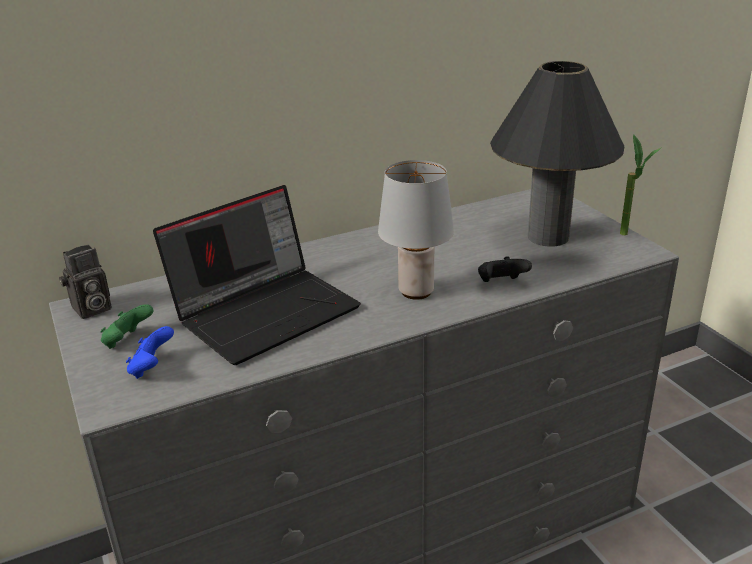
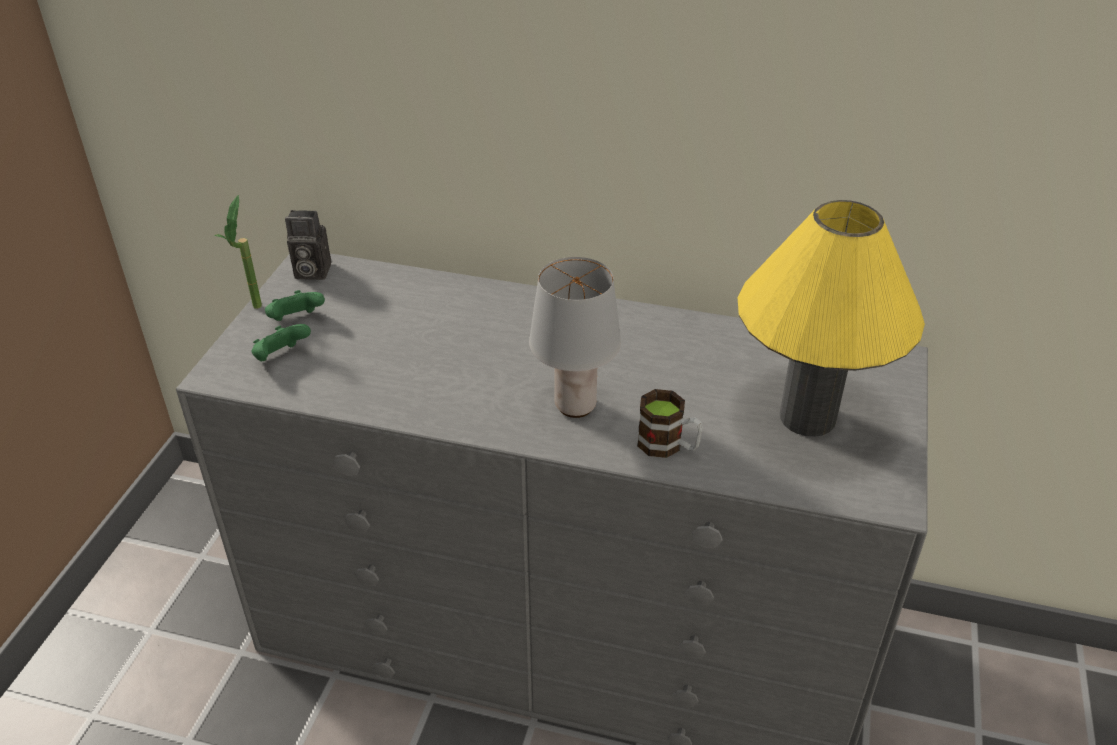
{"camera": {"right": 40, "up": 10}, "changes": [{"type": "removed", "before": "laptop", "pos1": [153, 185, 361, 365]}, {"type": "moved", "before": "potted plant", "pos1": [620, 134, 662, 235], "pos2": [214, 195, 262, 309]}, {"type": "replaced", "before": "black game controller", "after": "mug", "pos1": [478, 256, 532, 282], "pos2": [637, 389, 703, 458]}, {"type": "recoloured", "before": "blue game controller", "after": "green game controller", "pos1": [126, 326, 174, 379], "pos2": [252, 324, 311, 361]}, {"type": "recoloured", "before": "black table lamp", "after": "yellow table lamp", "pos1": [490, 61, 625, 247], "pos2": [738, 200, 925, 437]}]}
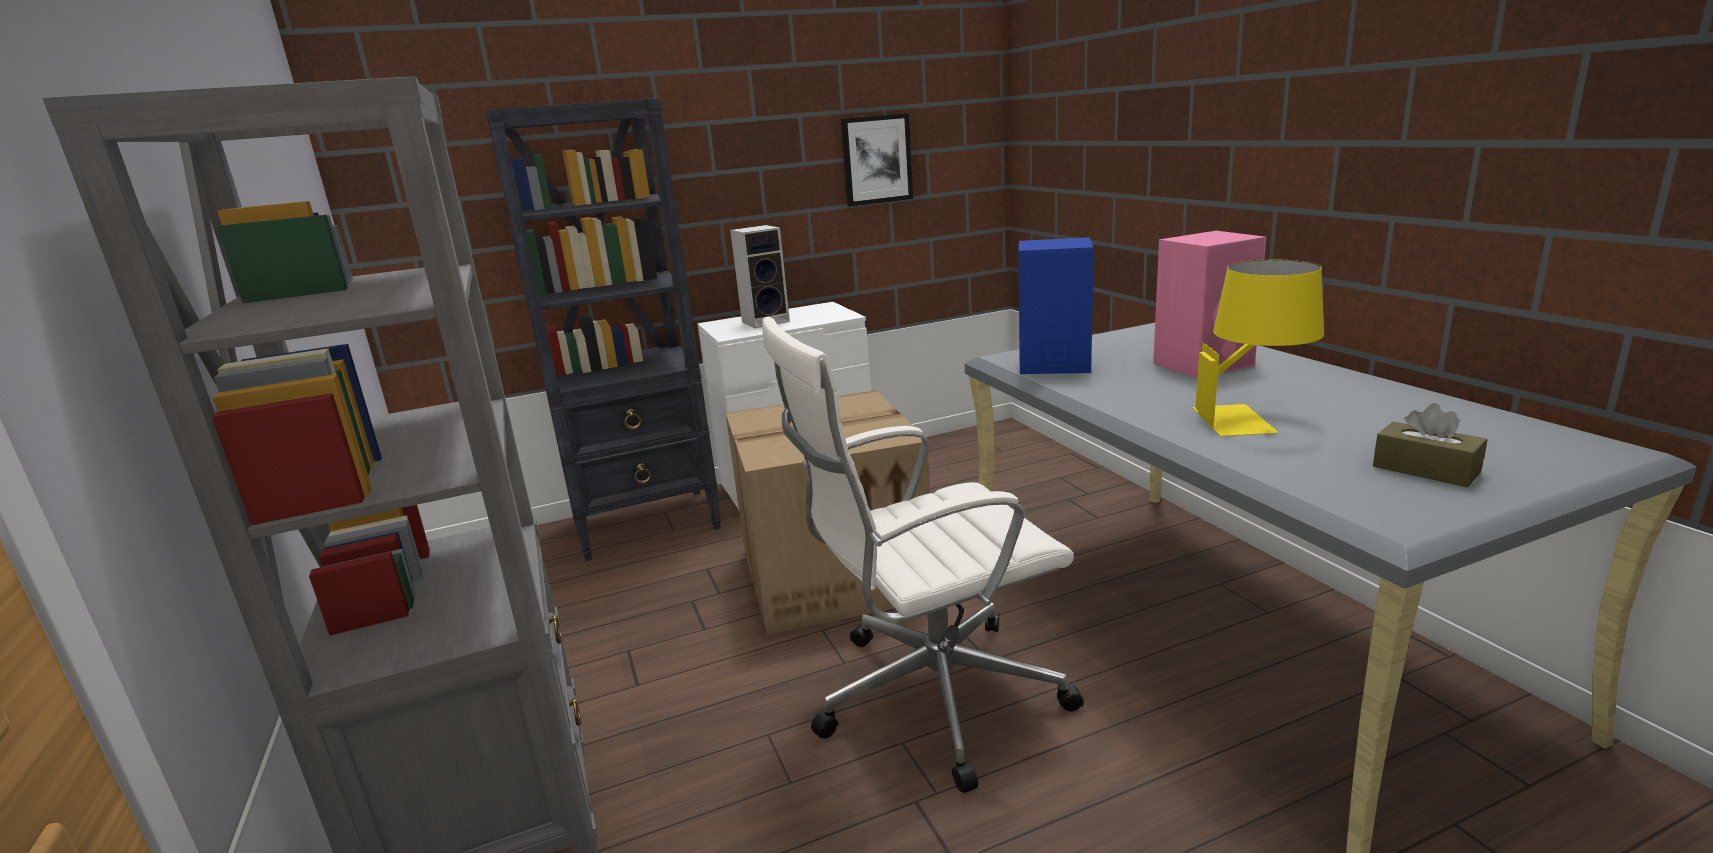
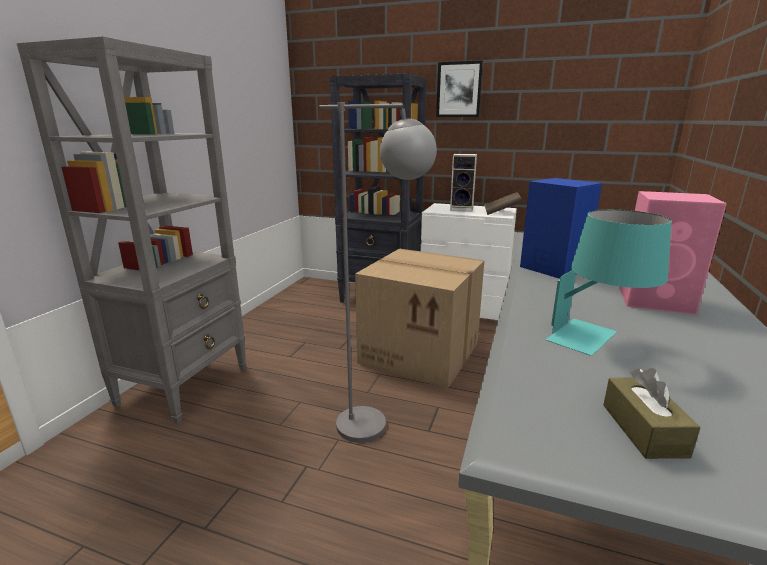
{"camera": {"right": 40, "up": 0}, "changes": [{"type": "added", "after": "brown book", "pos2": [484, 192, 522, 215]}, {"type": "moved", "before": "picture", "pos1": [841, 113, 913, 207], "pos2": [436, 60, 483, 117]}, {"type": "replaced", "before": "white office chair", "after": "grey floor lamp", "pos1": [762, 317, 1084, 793], "pos2": [320, 102, 437, 442]}, {"type": "recoloured", "before": "yellow table lamp", "after": "turquoise table lamp", "pos1": [1193, 260, 1324, 436], "pos2": [546, 210, 672, 356]}]}
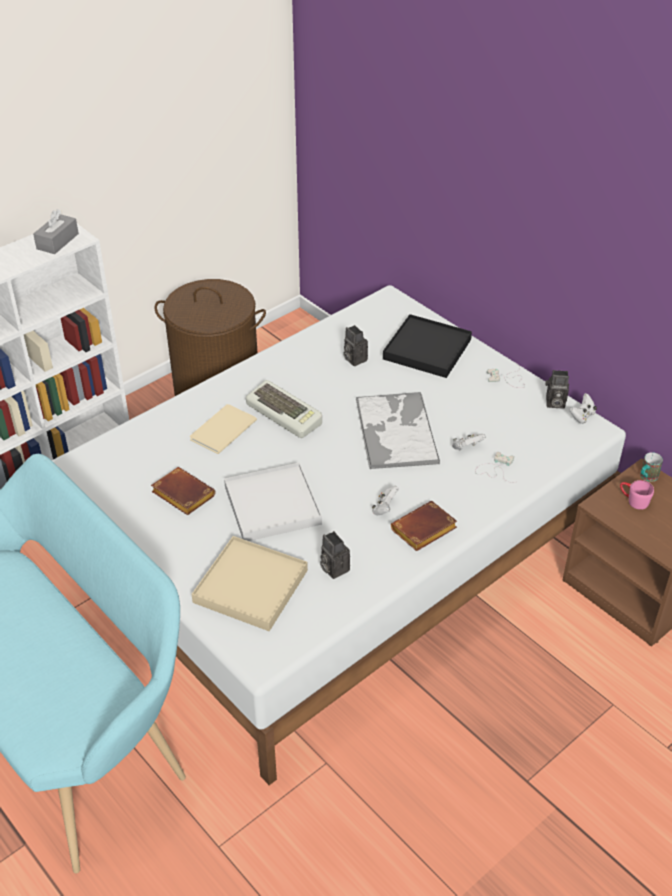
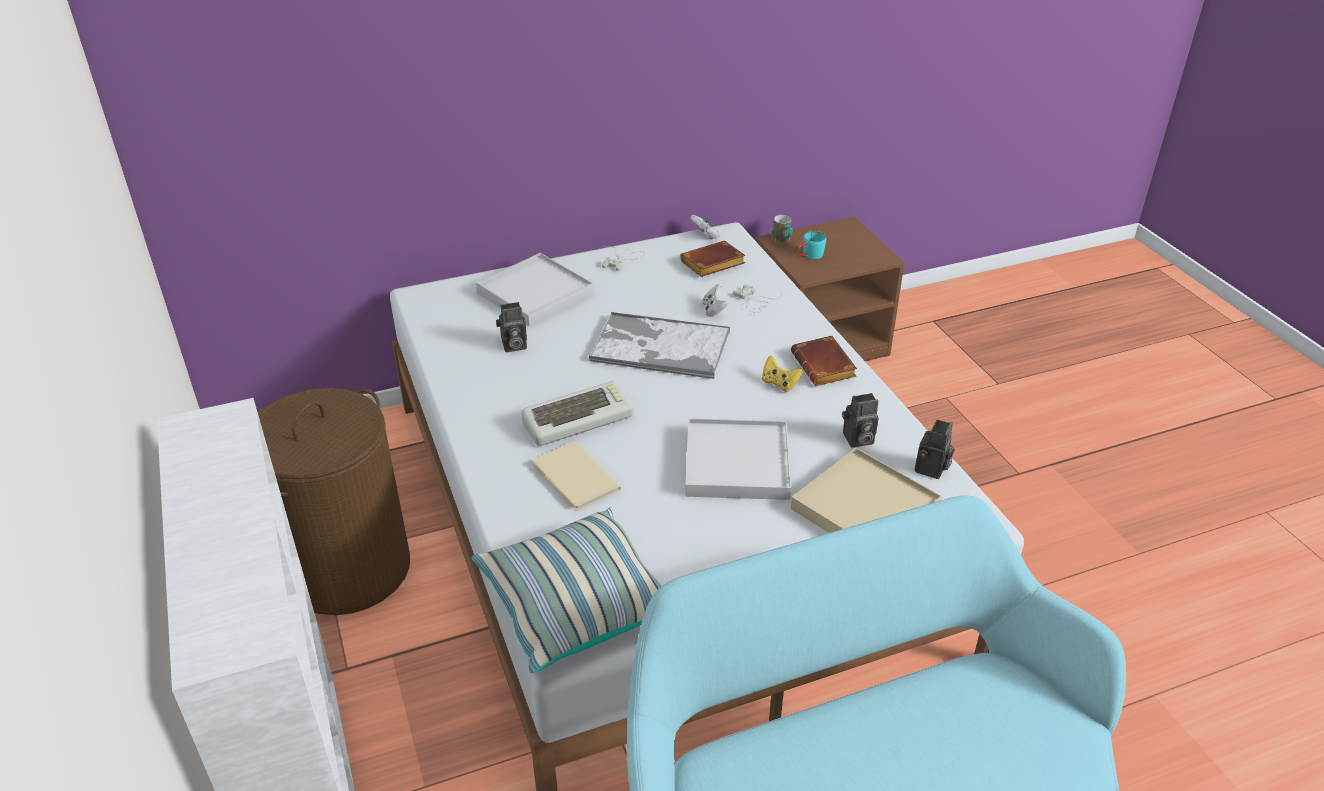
{"camera": {"right": -70, "up": -5}, "changes": [{"type": "removed", "before": "grey tissue box", "pos1": [33, 209, 79, 254]}, {"type": "added", "after": "pillow", "pos2": [472, 507, 661, 673]}, {"type": "moved", "before": "brown book", "pos1": [151, 467, 216, 515], "pos2": [680, 241, 745, 277]}, {"type": "moved", "before": "photo camera", "pos1": [545, 370, 569, 409], "pos2": [915, 420, 955, 479]}, {"type": "recoloured", "before": "white game controller", "after": "yellow game controller", "pos1": [372, 486, 399, 515], "pos2": [762, 356, 803, 392]}, {"type": "recoloured", "before": "black tray", "after": "white tray", "pos1": [383, 314, 472, 378], "pos2": [476, 253, 594, 327]}, {"type": "recoloured", "before": "pink mug", "after": "turquoise mug", "pos1": [620, 480, 654, 510], "pos2": [798, 231, 826, 259]}]}
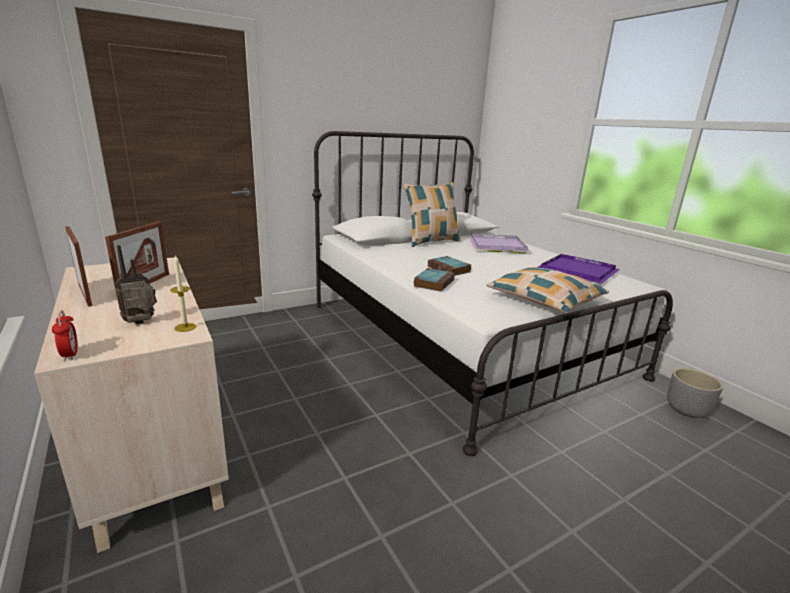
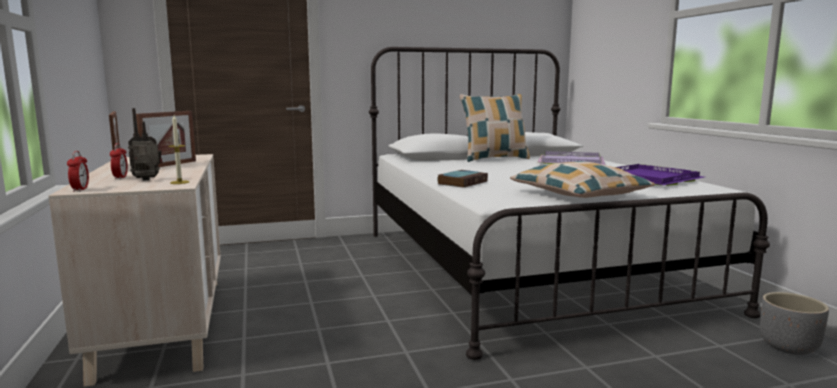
{"camera": {"right": 15, "up": -10}, "changes": [{"type": "removed", "before": "book", "pos1": [428, 256, 471, 276]}, {"type": "added", "after": "alarm clock", "pos2": [110, 143, 128, 180]}]}
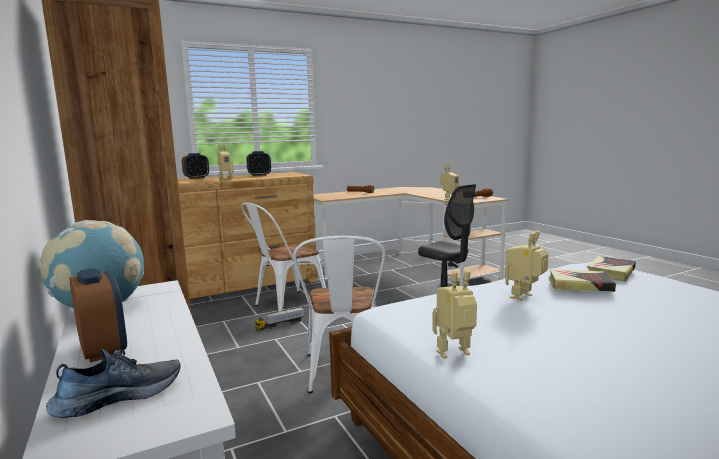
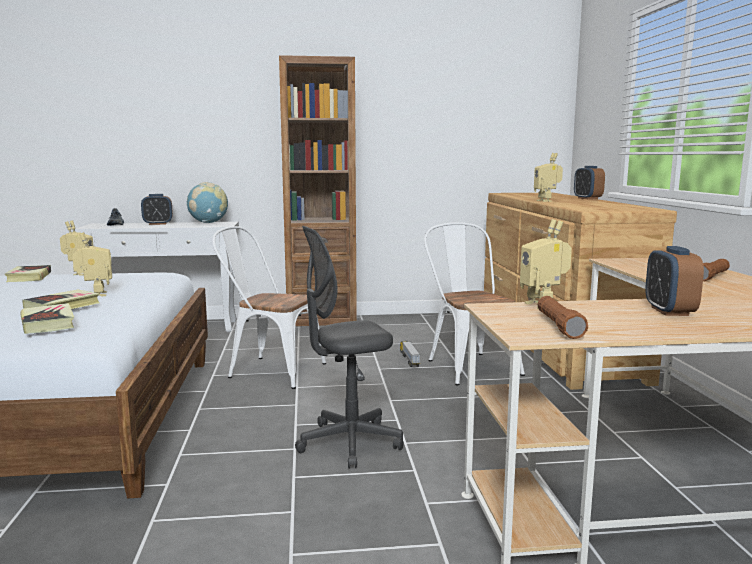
{"camera": {"right": 110, "up": 0}, "changes": [{"type": "added", "after": "book", "pos2": [5, 265, 51, 282]}, {"type": "moved", "before": "alarm clock", "pos1": [246, 151, 271, 176], "pos2": [645, 246, 704, 316]}]}
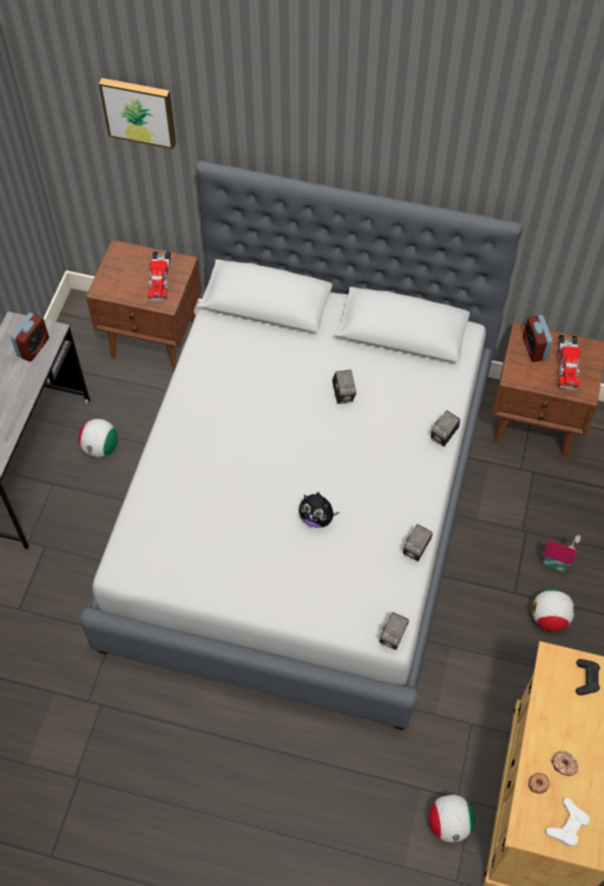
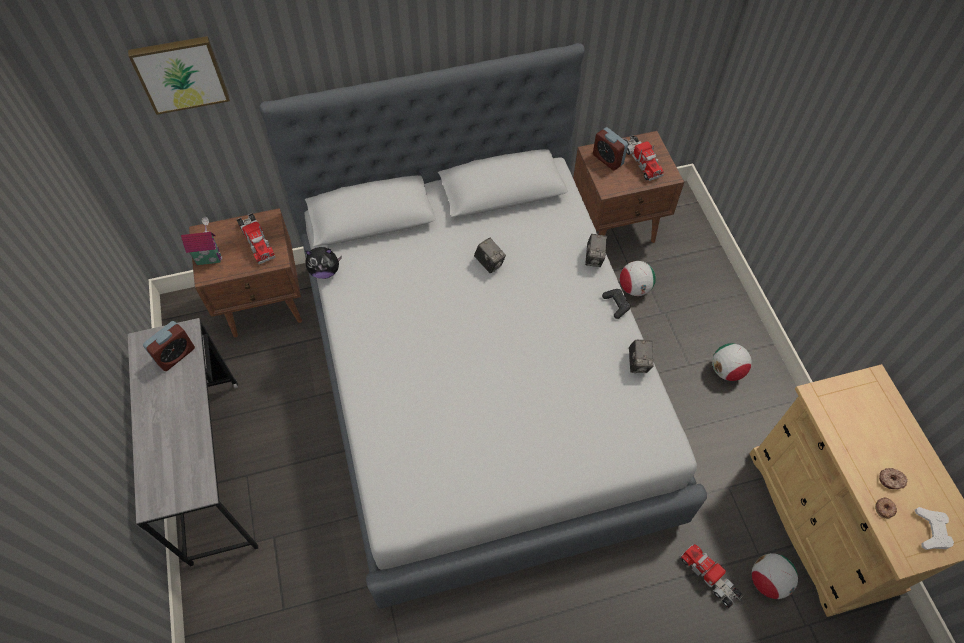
{"camera": {"right": -30, "up": 0}, "changes": [{"type": "removed", "before": "photo camera", "pos1": [380, 612, 409, 650]}, {"type": "added", "after": "toy truck", "pos2": [680, 544, 744, 609]}, {"type": "moved", "before": "football", "pos1": [78, 419, 118, 457], "pos2": [620, 261, 656, 296]}, {"type": "moved", "before": "plush toy", "pos1": [299, 492, 339, 528], "pos2": [305, 247, 342, 279]}, {"type": "moved", "before": "toy house", "pos1": [542, 535, 581, 573], "pos2": [181, 216, 222, 265]}, {"type": "moved", "before": "black game controller", "pos1": [576, 659, 600, 696], "pos2": [602, 289, 631, 319]}, {"type": "turned", "before": "alarm clock", "pos1": [11, 313, 49, 362], "pos2": [143, 321, 195, 371], "turn": 45}]}
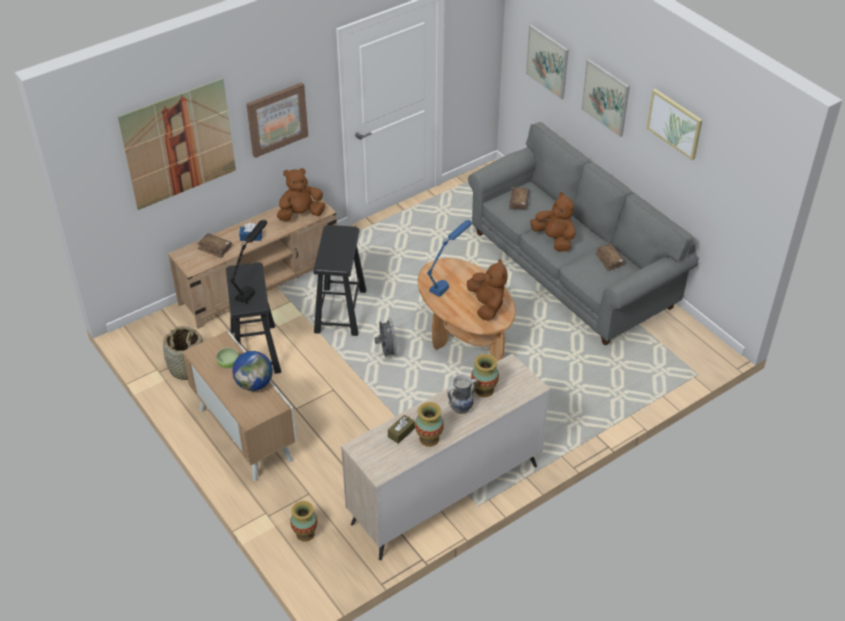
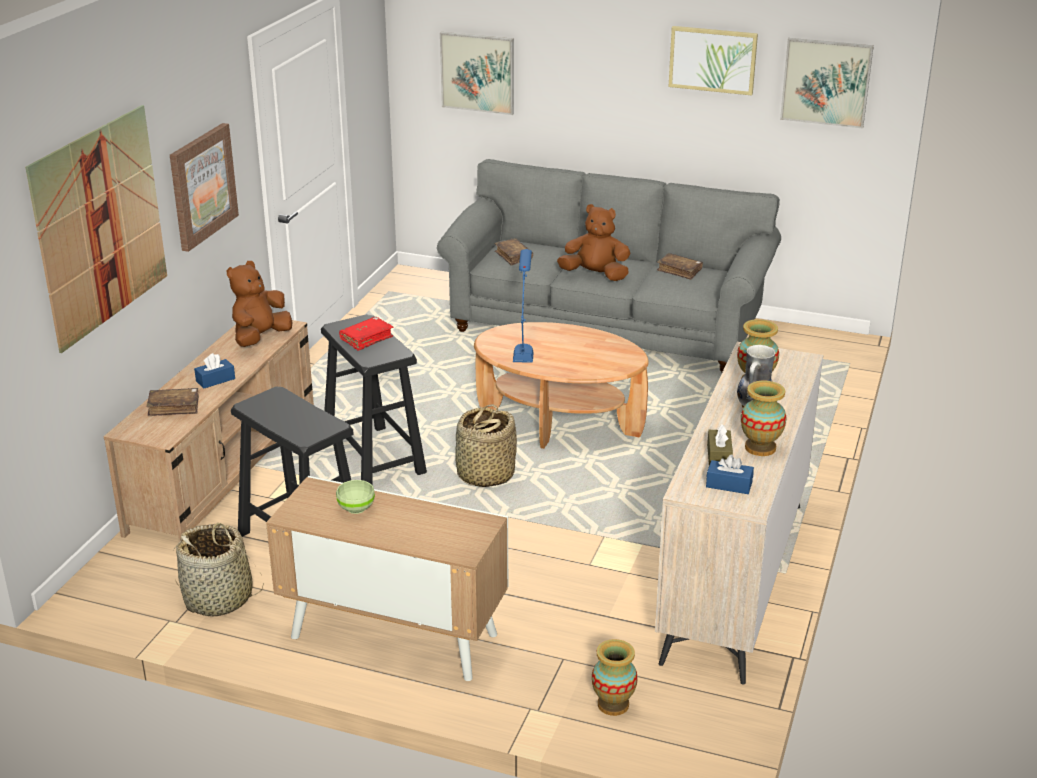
{"camera": {"right": -35, "up": -15}, "changes": [{"type": "removed", "before": "black table lamp", "pos1": [230, 220, 267, 304]}, {"type": "removed", "before": "globe", "pos1": [232, 351, 273, 391]}, {"type": "removed", "before": "brown plush toy", "pos1": [467, 259, 508, 321]}, {"type": "added", "after": "red book", "pos2": [339, 317, 394, 351]}, {"type": "added", "after": "blue tissue box", "pos2": [706, 455, 754, 494]}, {"type": "moved", "before": "picture", "pos1": [581, 59, 630, 137], "pos2": [780, 38, 874, 128]}, {"type": "replaced", "before": "grey fan", "after": "basket", "pos1": [374, 318, 397, 358], "pos2": [455, 404, 517, 487]}]}
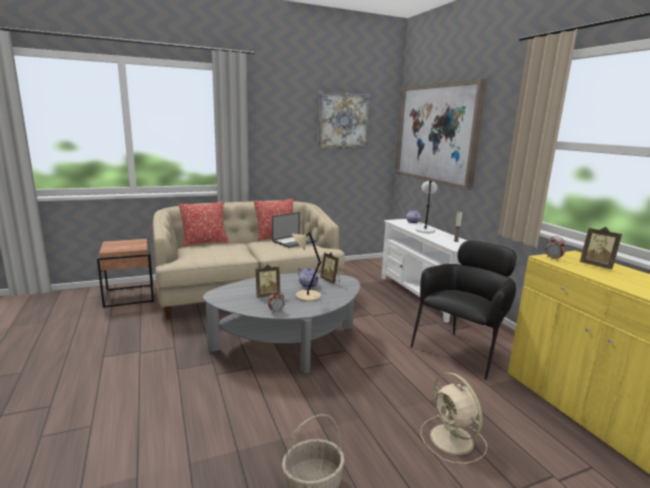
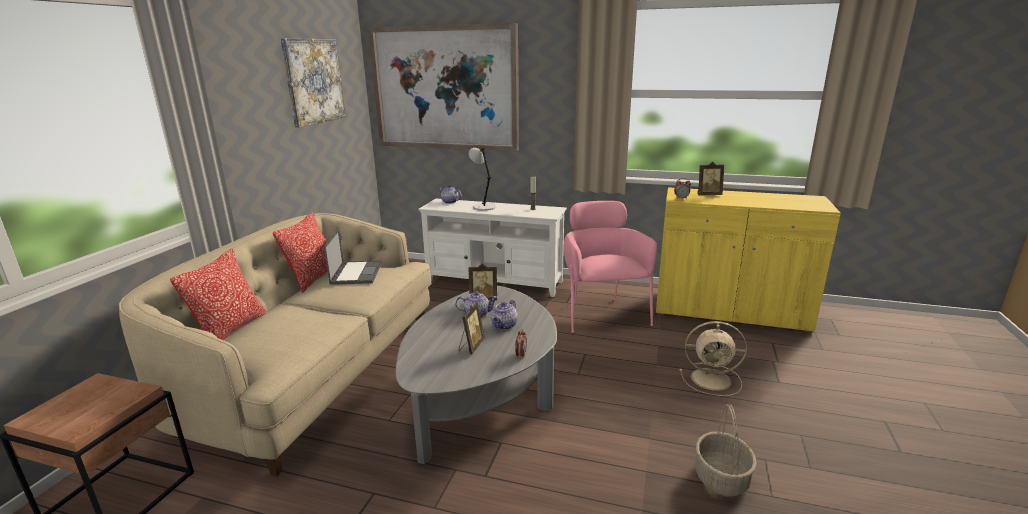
{"camera": {"right": -50, "up": 5}, "changes": [{"type": "replaced", "before": "beige table lamp", "after": "teapot", "pos1": [292, 231, 321, 302], "pos2": [491, 300, 518, 330]}, {"type": "recoloured", "before": "black armchair", "after": "pink armchair", "pos1": [410, 240, 517, 380], "pos2": [564, 201, 657, 333]}]}
